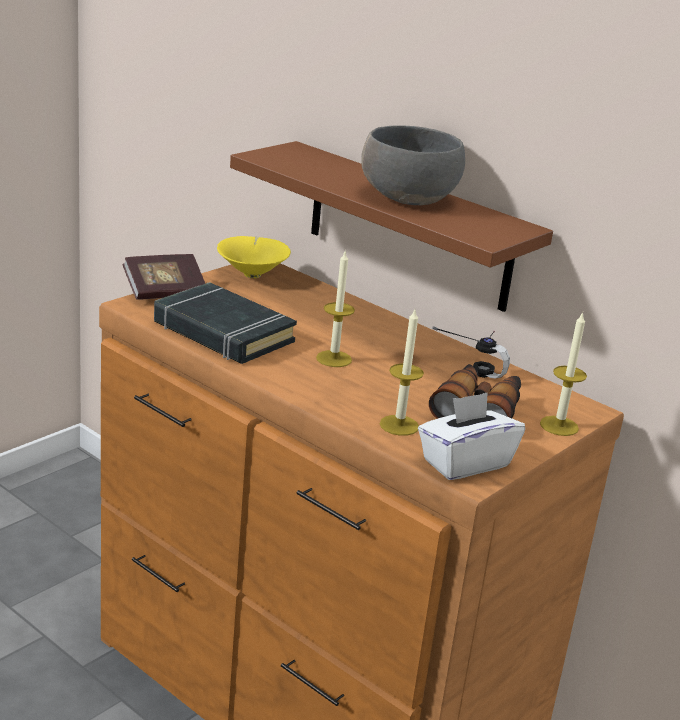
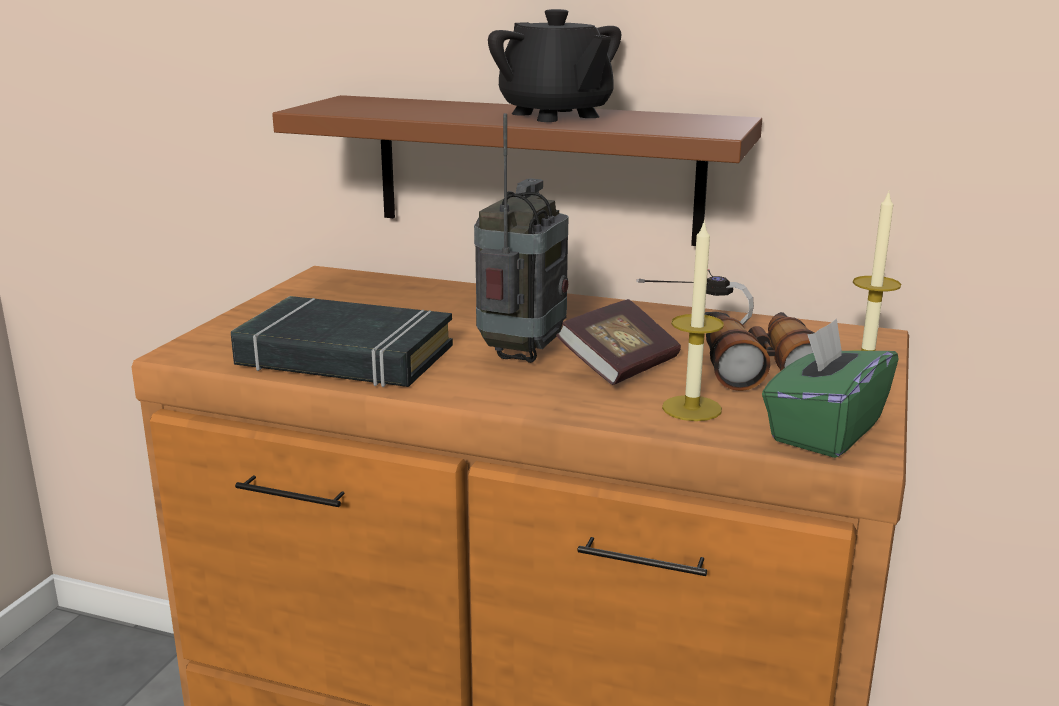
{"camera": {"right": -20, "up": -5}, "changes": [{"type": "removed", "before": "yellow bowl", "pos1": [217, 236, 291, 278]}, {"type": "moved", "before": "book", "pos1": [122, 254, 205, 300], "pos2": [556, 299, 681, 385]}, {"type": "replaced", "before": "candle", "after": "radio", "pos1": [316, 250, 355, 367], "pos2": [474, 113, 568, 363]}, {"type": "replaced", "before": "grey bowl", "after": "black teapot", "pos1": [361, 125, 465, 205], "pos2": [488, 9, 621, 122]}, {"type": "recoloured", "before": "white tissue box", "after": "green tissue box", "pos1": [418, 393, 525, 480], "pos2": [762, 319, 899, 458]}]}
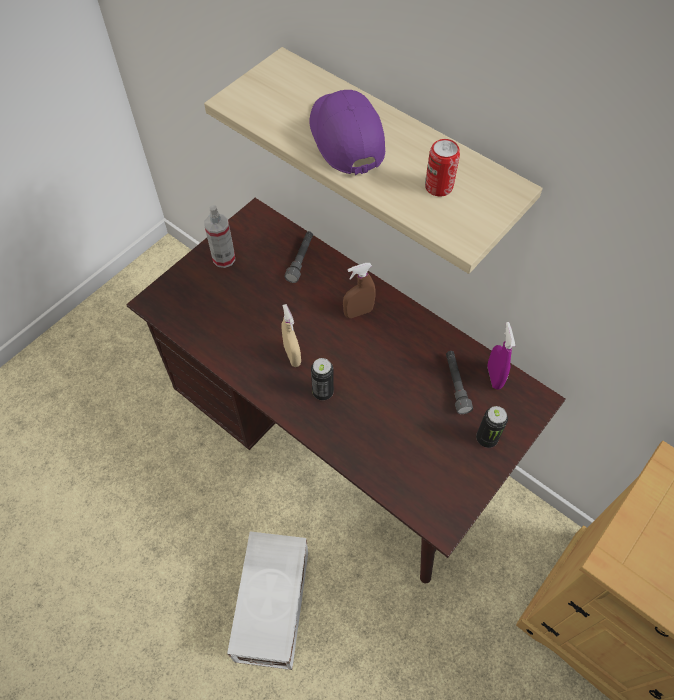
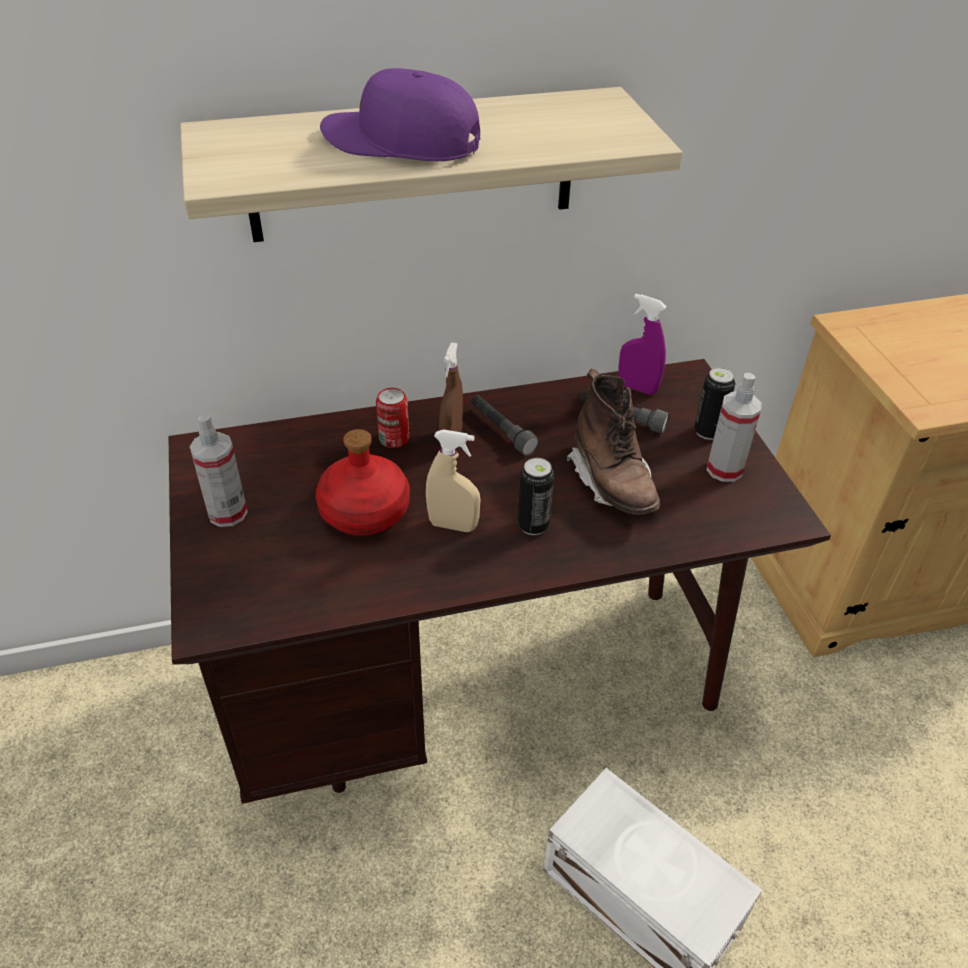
{"camera": {"right": -55, "up": -15}, "changes": [{"type": "added", "after": "red bottle", "pos2": [316, 429, 410, 536]}, {"type": "added", "after": "brown boot", "pos2": [567, 369, 660, 515]}, {"type": "added", "after": "spray bottle", "pos2": [707, 373, 762, 482]}, {"type": "moved", "before": "grey flashlight", "pos1": [284, 231, 313, 283], "pos2": [471, 395, 539, 456]}, {"type": "moved", "before": "can", "pos1": [425, 139, 460, 196], "pos2": [376, 388, 409, 448]}]}
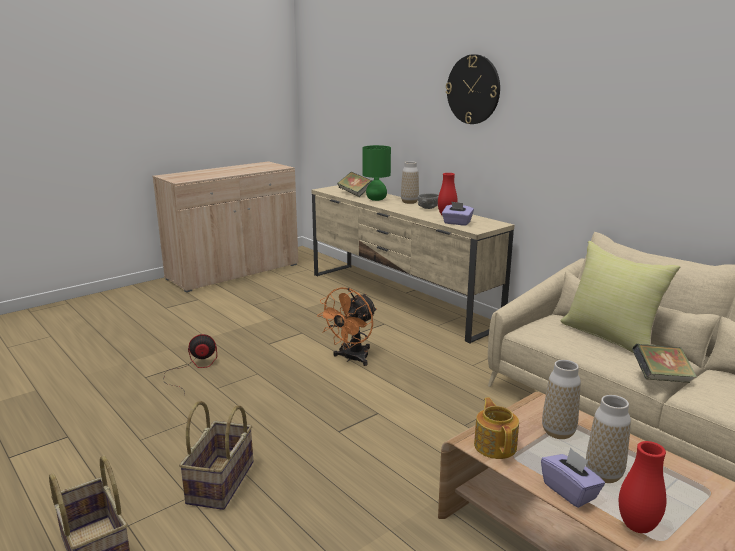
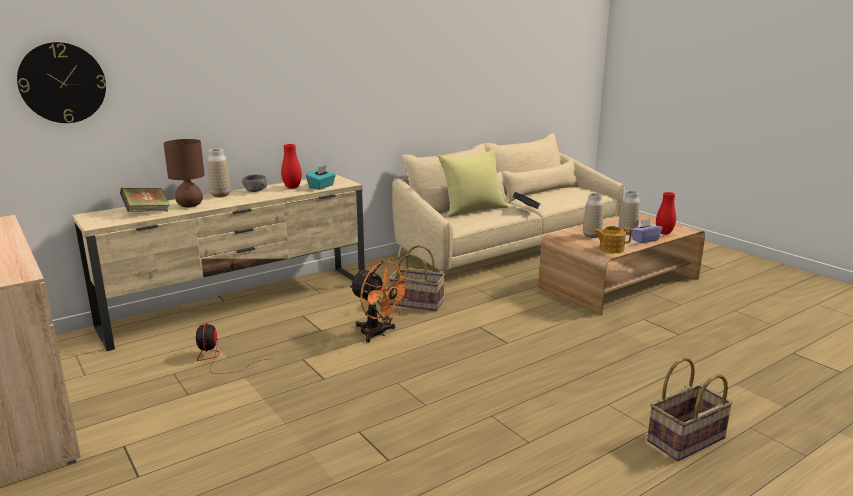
{"camera": {"right": -85, "up": 0}, "changes": [{"type": "moved", "before": "fan", "pos1": [163, 334, 217, 396], "pos2": [196, 323, 266, 374]}, {"type": "moved", "before": "basket", "pos1": [179, 401, 253, 510], "pos2": [389, 245, 445, 311]}, {"type": "moved", "before": "wall clock", "pos1": [446, 54, 500, 124], "pos2": [17, 42, 106, 123]}, {"type": "recoloured", "before": "green table lamp", "after": "brown table lamp", "pos1": [362, 145, 391, 201], "pos2": [163, 139, 205, 207]}, {"type": "recoloured", "before": "purple tissue box", "after": "turquoise tissue box", "pos1": [442, 201, 474, 226], "pos2": [306, 165, 336, 190]}]}
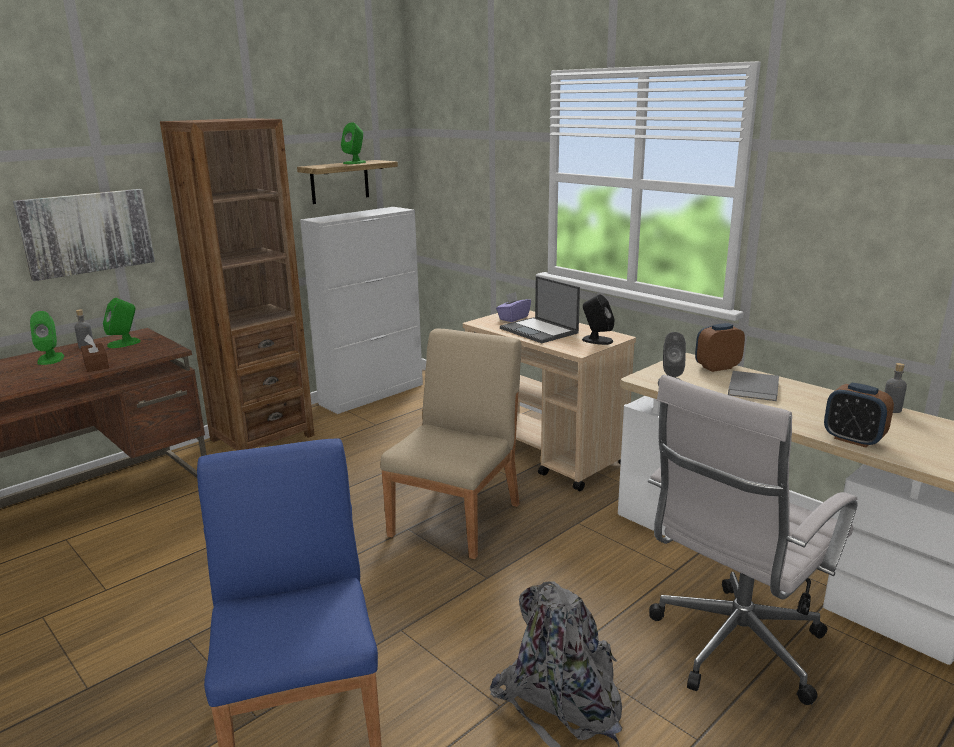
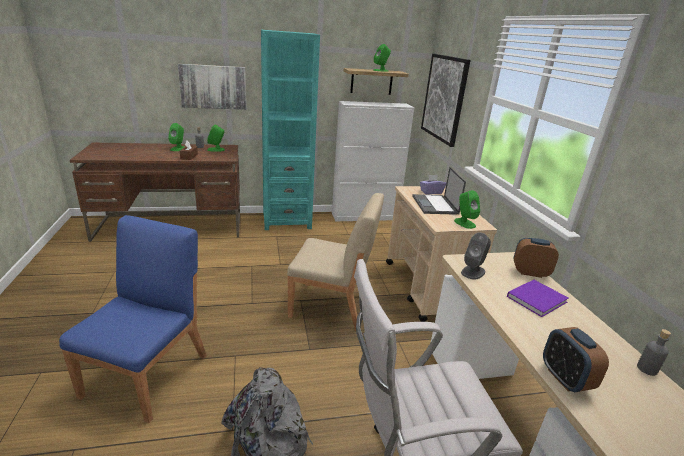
{"camera": {"right": 30, "up": 5}, "changes": [{"type": "added", "after": "picture", "pos2": [421, 54, 471, 147]}, {"type": "recoloured", "before": "brown bookcase", "after": "turquoise bookcase", "pos1": [160, 118, 315, 450], "pos2": [261, 30, 320, 230]}, {"type": "recoloured", "before": "black speaker", "after": "green speaker", "pos1": [582, 294, 614, 345], "pos2": [454, 190, 480, 229]}, {"type": "recoloured", "before": "grey book", "after": "purple book", "pos1": [728, 371, 779, 401], "pos2": [507, 280, 568, 317]}, {"type": "turned", "before": "beige chair", "pos1": [380, 328, 522, 559], "pos2": [287, 193, 384, 331], "turn": 45}]}
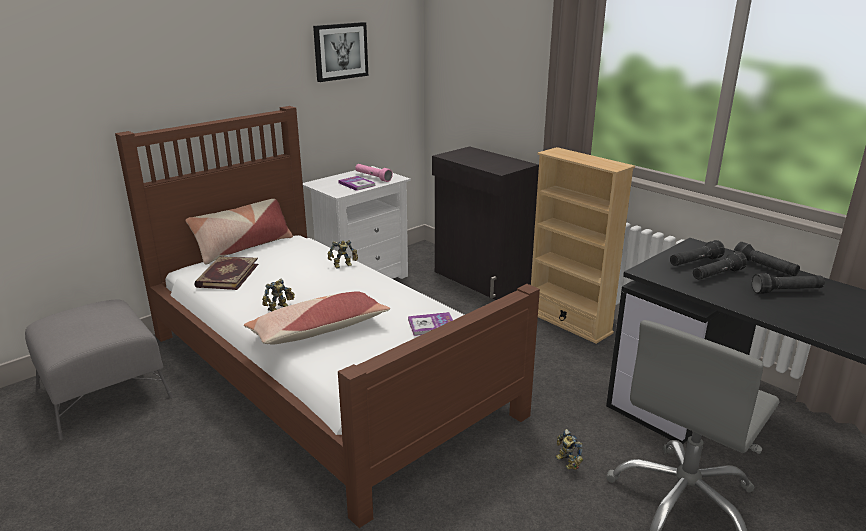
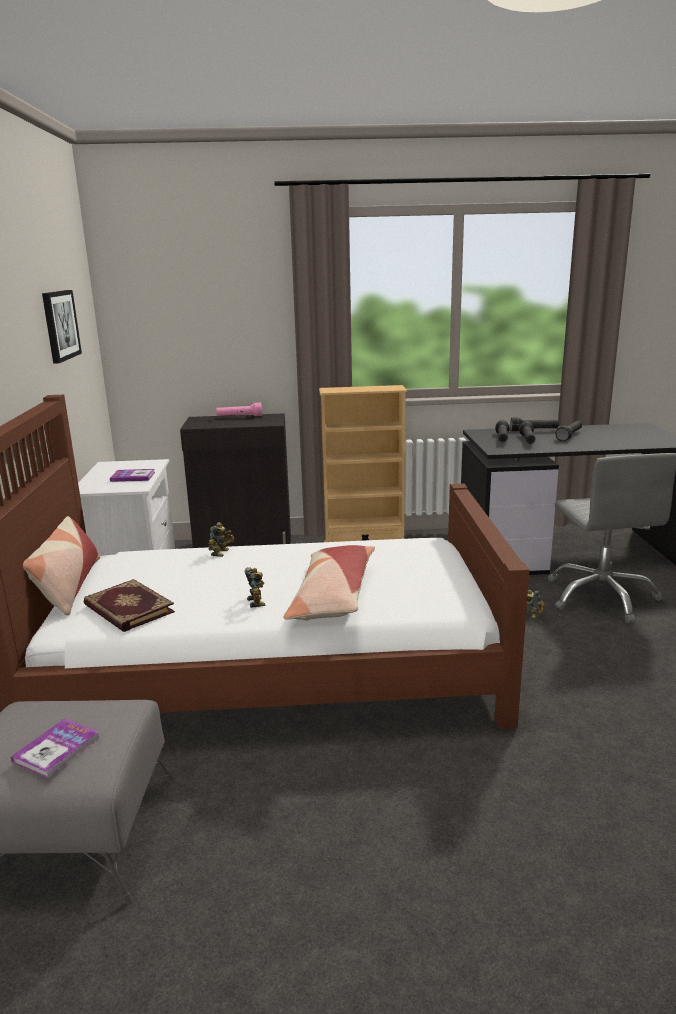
{"camera": {"right": -50, "up": -5}, "changes": [{"type": "moved", "before": "pink flashlight", "pos1": [355, 164, 393, 182], "pos2": [216, 403, 262, 416]}, {"type": "moved", "before": "book", "pos1": [408, 312, 453, 336], "pos2": [11, 719, 100, 778]}]}
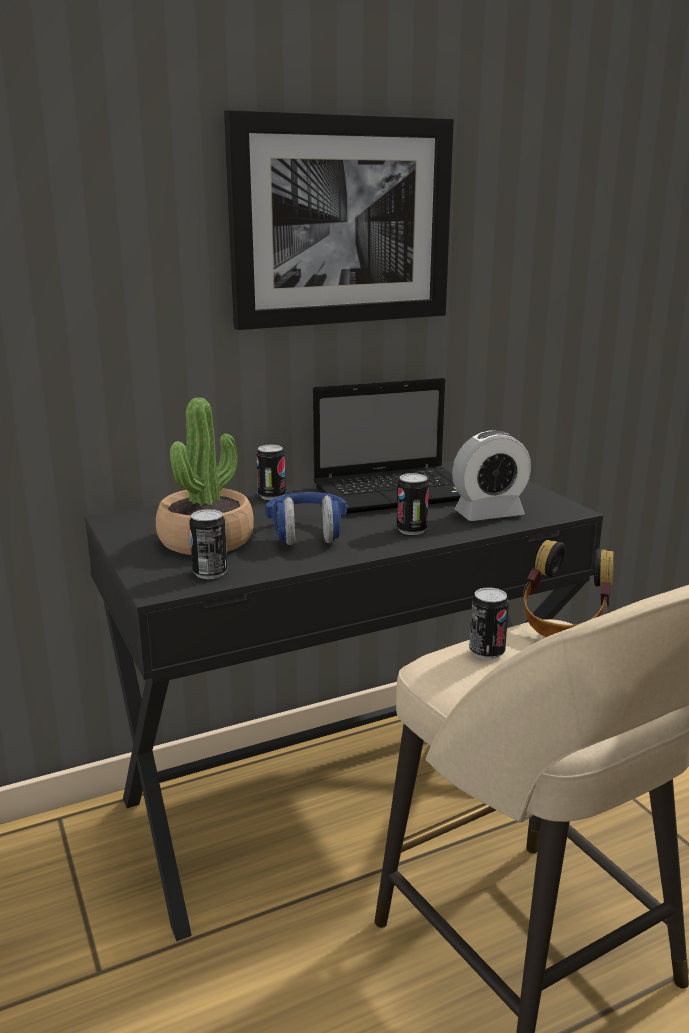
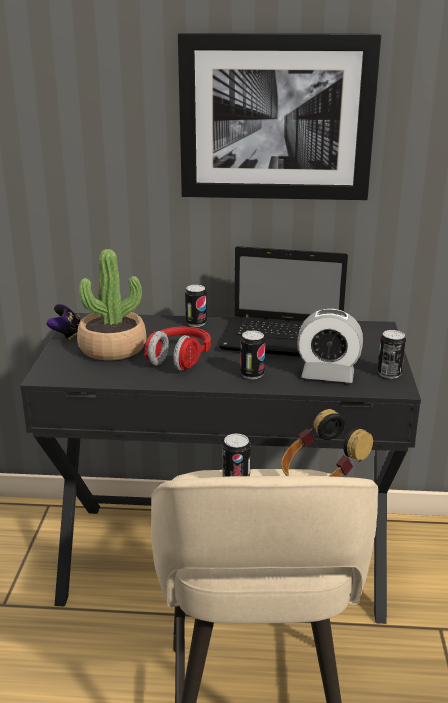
{"camera": {"right": 30, "up": 5}, "changes": [{"type": "added", "after": "game controller", "pos2": [46, 304, 81, 340]}, {"type": "moved", "before": "can", "pos1": [190, 509, 228, 579], "pos2": [378, 330, 406, 379]}, {"type": "recoloured", "before": "blue headphones", "after": "red headphones", "pos1": [265, 492, 347, 545], "pos2": [143, 327, 211, 371]}]}
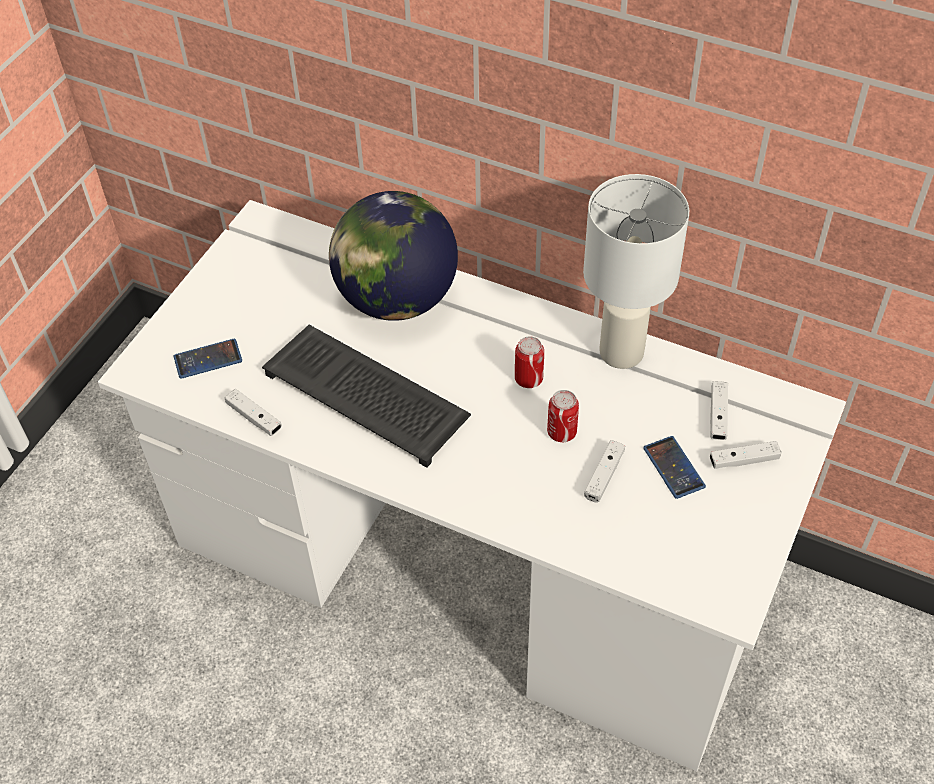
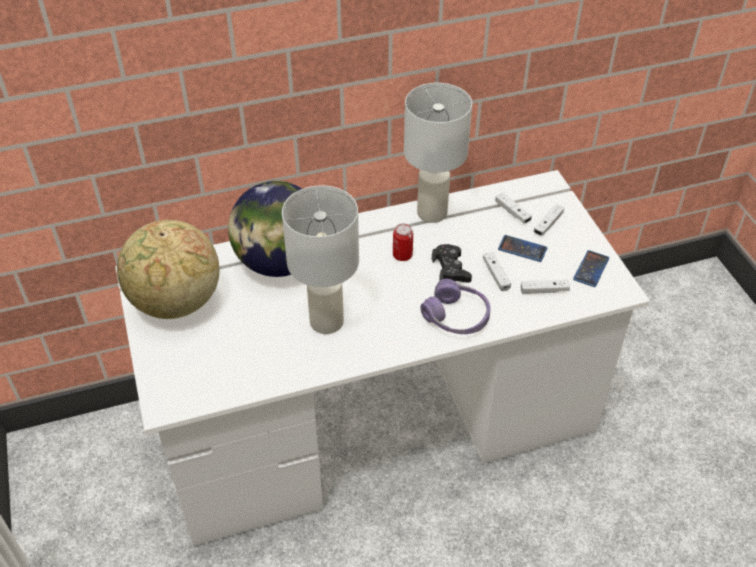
{"camera": {"right": -45, "up": -5}, "changes": [{"type": "added", "after": "globe", "pos2": [117, 219, 219, 319]}, {"type": "added", "after": "purple headphones", "pos2": [420, 279, 491, 334]}, {"type": "moved", "before": "phone", "pos1": [174, 339, 242, 379], "pos2": [573, 250, 609, 287]}, {"type": "moved", "before": "white game controller", "pos1": [225, 389, 282, 436], "pos2": [521, 279, 570, 294]}, {"type": "replaced", "before": "keyboard", "after": "white table lamp", "pos1": [262, 325, 471, 468], "pos2": [282, 185, 359, 334]}, {"type": "replaced", "before": "can", "after": "black game controller", "pos1": [547, 390, 579, 442], "pos2": [432, 244, 472, 283]}]}
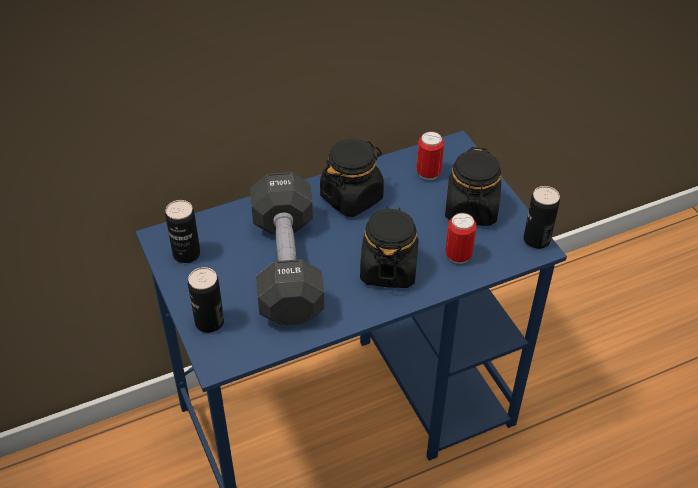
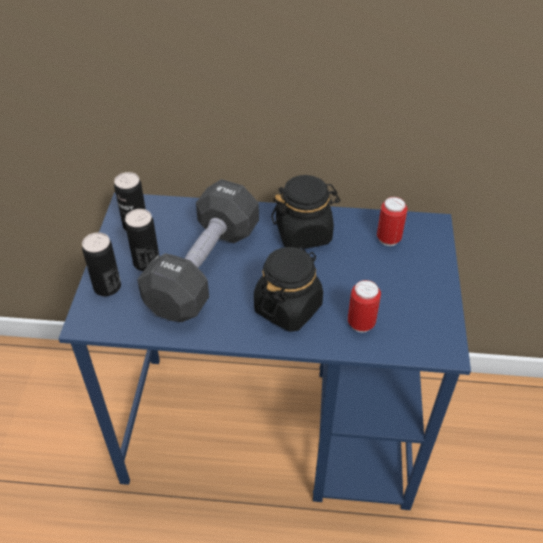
{"camera": {"right": 30, "up": 0}, "changes": [{"type": "removed", "before": "black jar", "pos1": [445, 147, 501, 226]}, {"type": "moved", "before": "can", "pos1": [523, 186, 560, 249], "pos2": [125, 209, 159, 271]}]}
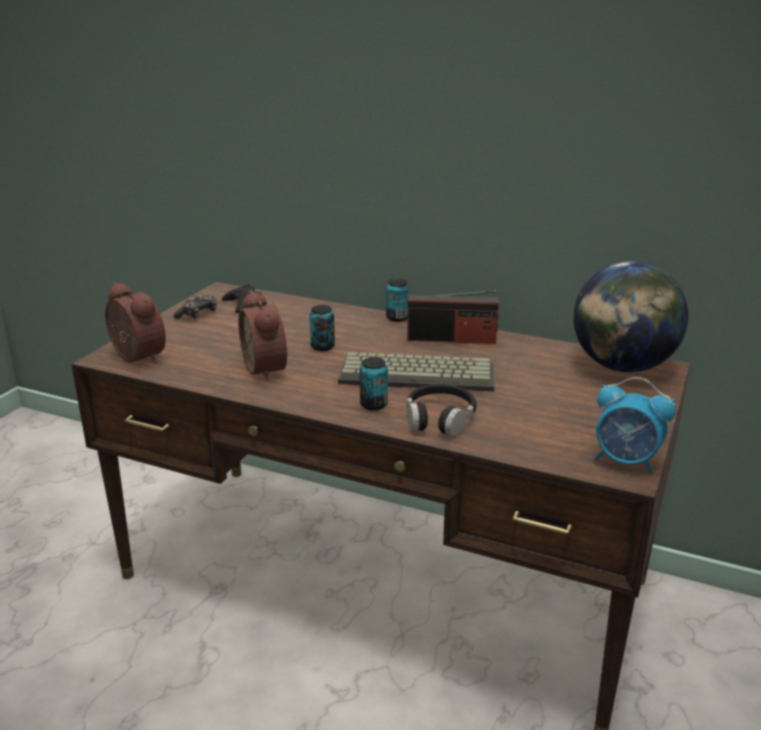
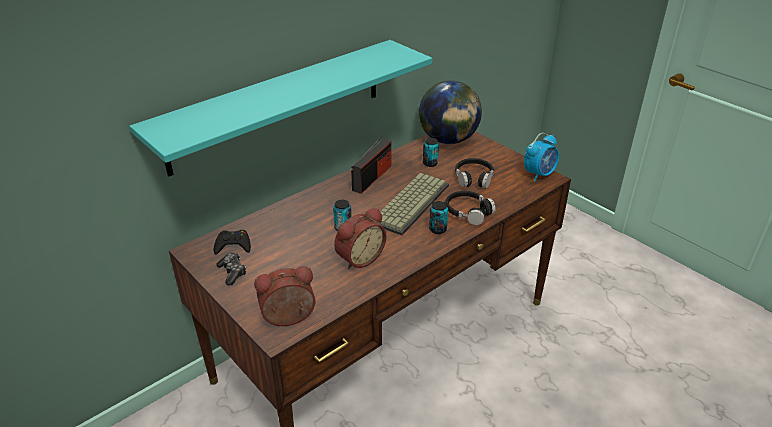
{"camera": {"right": -65, "up": 10}, "changes": [{"type": "added", "after": "turquoise shelf", "pos2": [129, 40, 433, 177]}, {"type": "added", "after": "black headphones", "pos2": [455, 158, 494, 188]}, {"type": "moved", "before": "can", "pos1": [386, 279, 409, 322], "pos2": [423, 138, 439, 167]}, {"type": "turned", "before": "alarm clock", "pos1": [238, 291, 287, 381], "pos2": [334, 208, 386, 270], "turn": -45}]}
